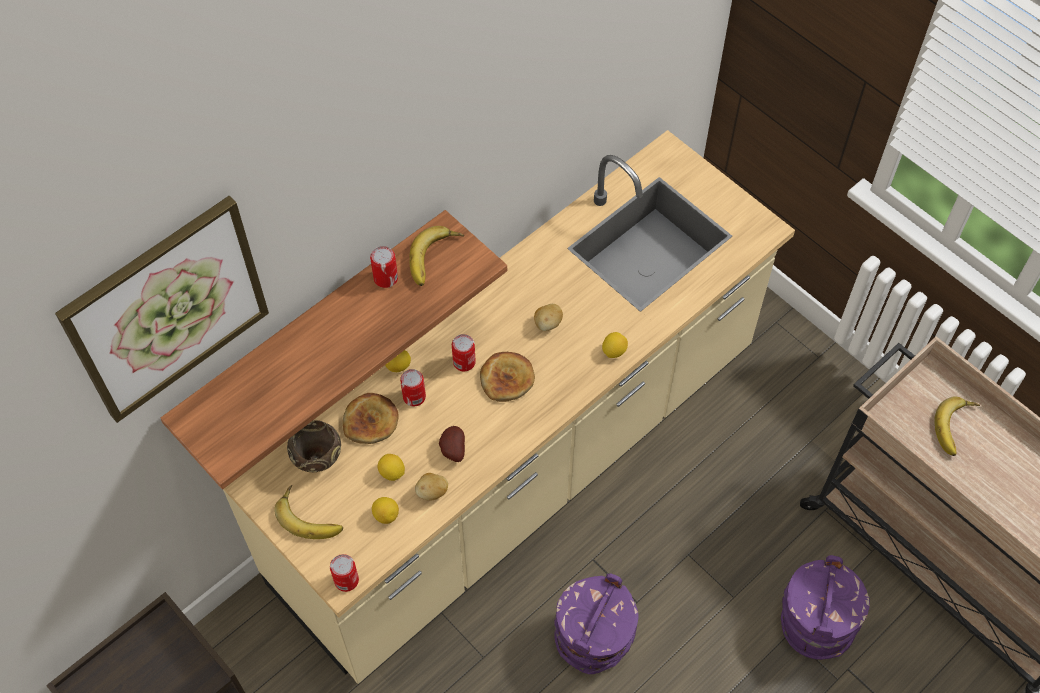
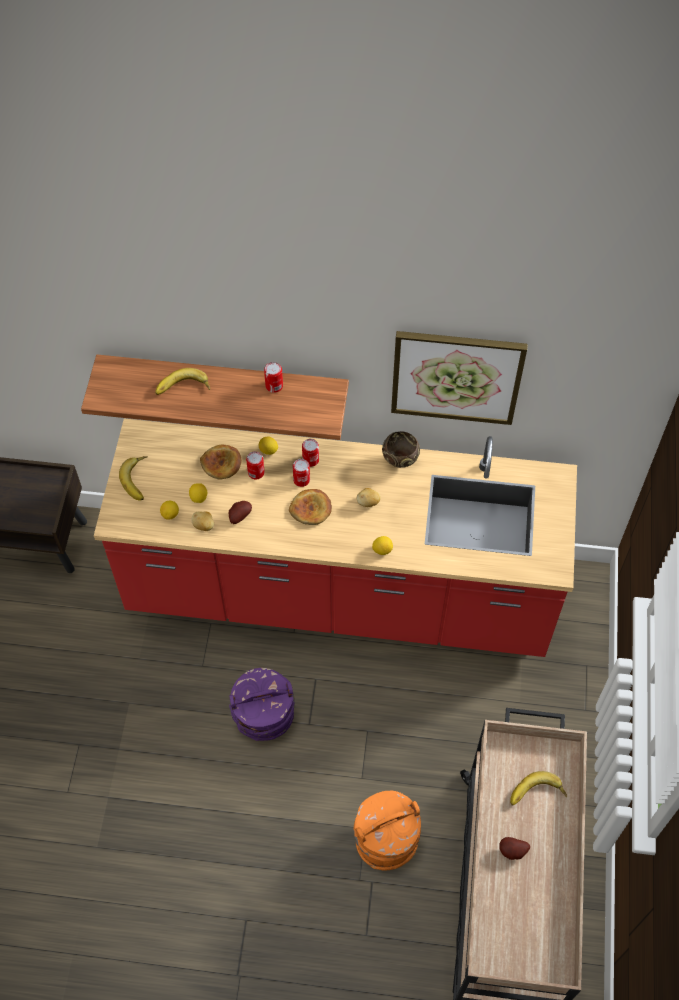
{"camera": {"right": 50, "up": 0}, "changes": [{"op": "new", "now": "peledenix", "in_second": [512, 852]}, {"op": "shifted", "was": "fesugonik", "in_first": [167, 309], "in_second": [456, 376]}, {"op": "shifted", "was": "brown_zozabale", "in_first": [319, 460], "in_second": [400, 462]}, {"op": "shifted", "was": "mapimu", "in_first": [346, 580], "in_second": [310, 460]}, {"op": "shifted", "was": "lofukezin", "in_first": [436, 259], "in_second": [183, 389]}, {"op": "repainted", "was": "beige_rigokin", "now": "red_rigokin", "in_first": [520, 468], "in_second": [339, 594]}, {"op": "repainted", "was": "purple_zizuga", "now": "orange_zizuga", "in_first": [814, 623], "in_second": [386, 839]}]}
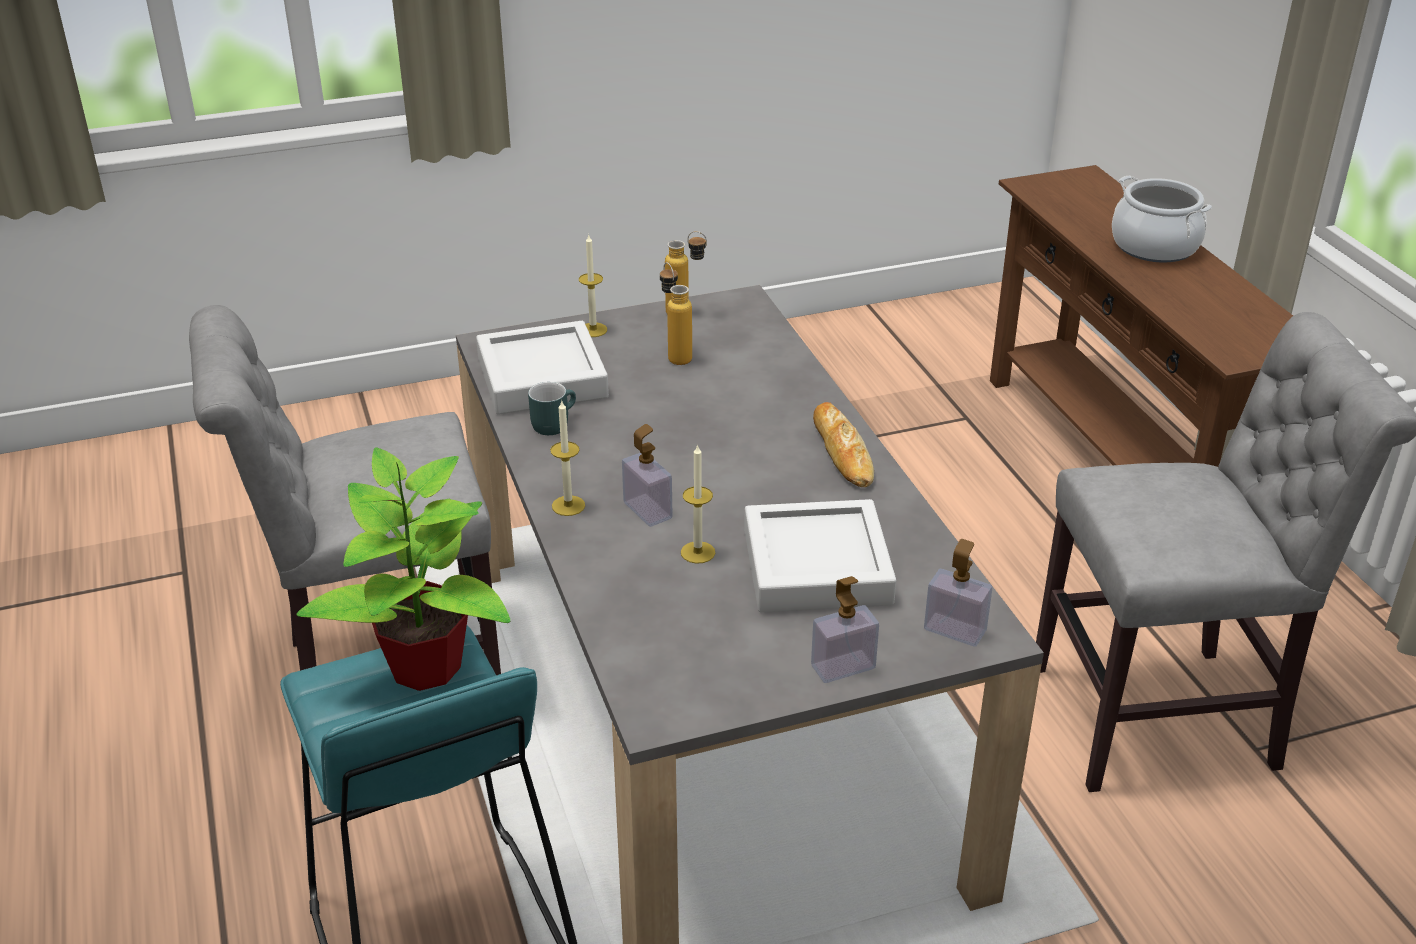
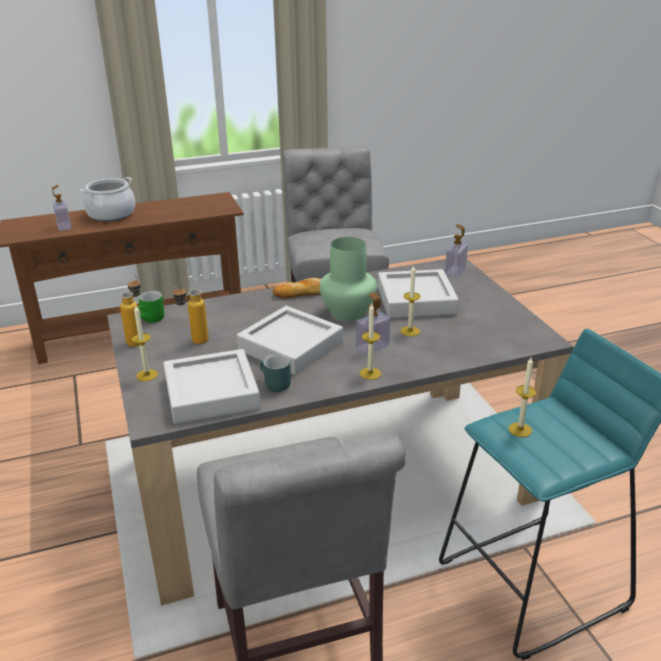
{"camera": {"right": -90, "up": -5}, "changes": [{"op": "new", "now": "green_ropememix", "in_second": [151, 320]}, {"op": "new", "now": "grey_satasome", "in_second": [290, 346]}, {"op": "new", "now": "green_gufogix", "in_second": [348, 313]}, {"op": "shifted", "was": "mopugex", "in_first": [843, 667], "in_second": [64, 226]}, {"op": "swapped", "was": "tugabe", "now": "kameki", "in_first": [425, 668], "in_second": [520, 429]}]}
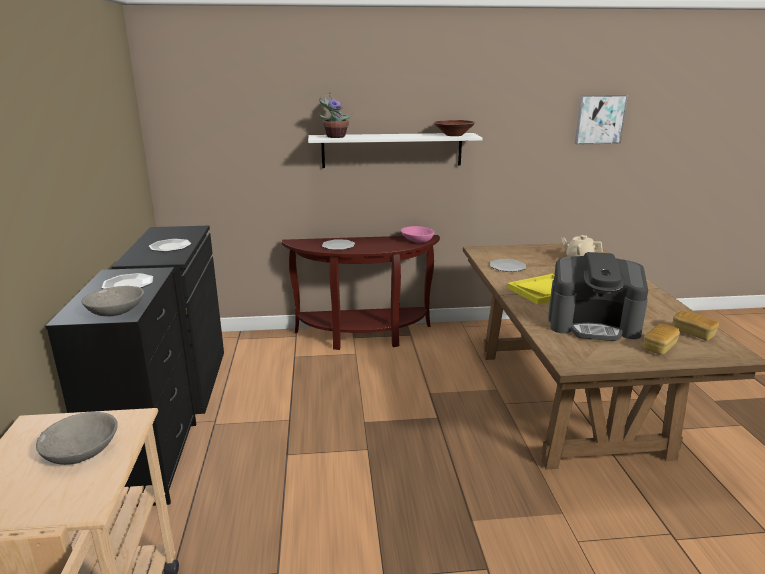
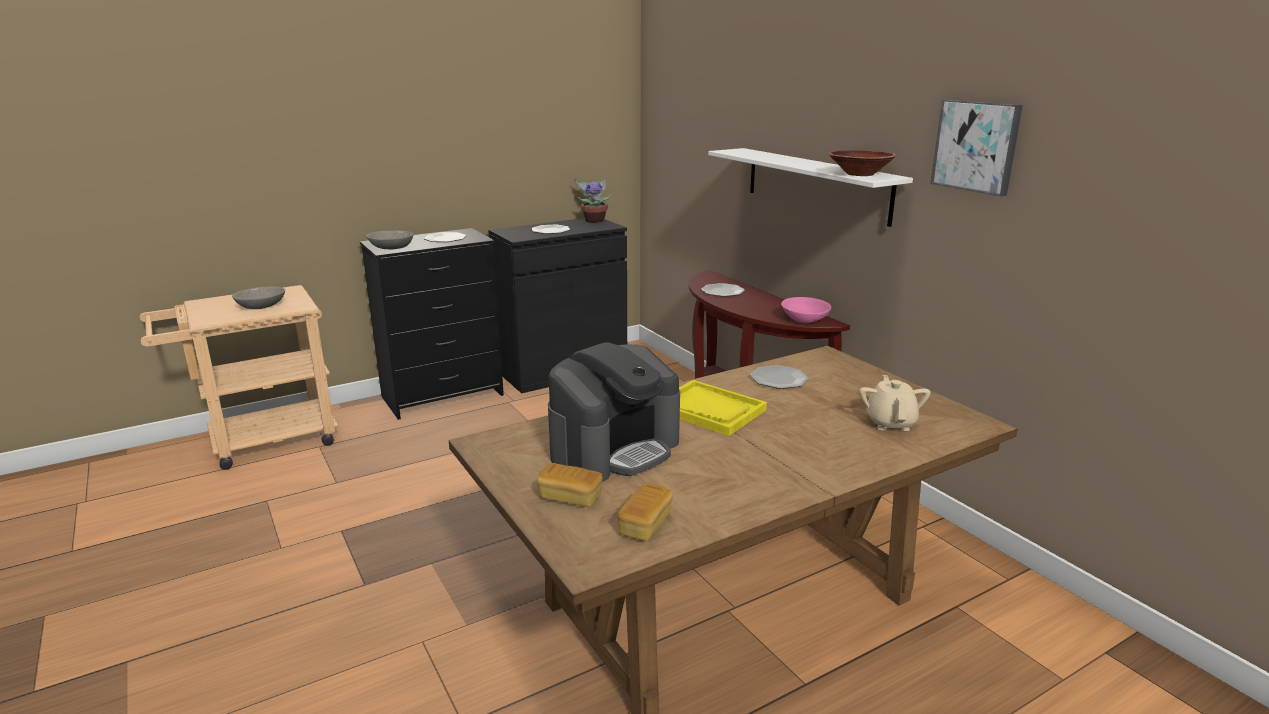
{"camera": {"right": 65, "up": 0}, "changes": [{"op": "shifted", "was": "tugabe", "in_first": [334, 137], "in_second": [594, 220]}, {"op": "shifted", "was": "fesugonik", "in_first": [599, 119], "in_second": [976, 146]}, {"op": "rotated", "was": "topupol", "in_first": [593, 324], "in_second": [615, 449], "clockwise": -120}]}
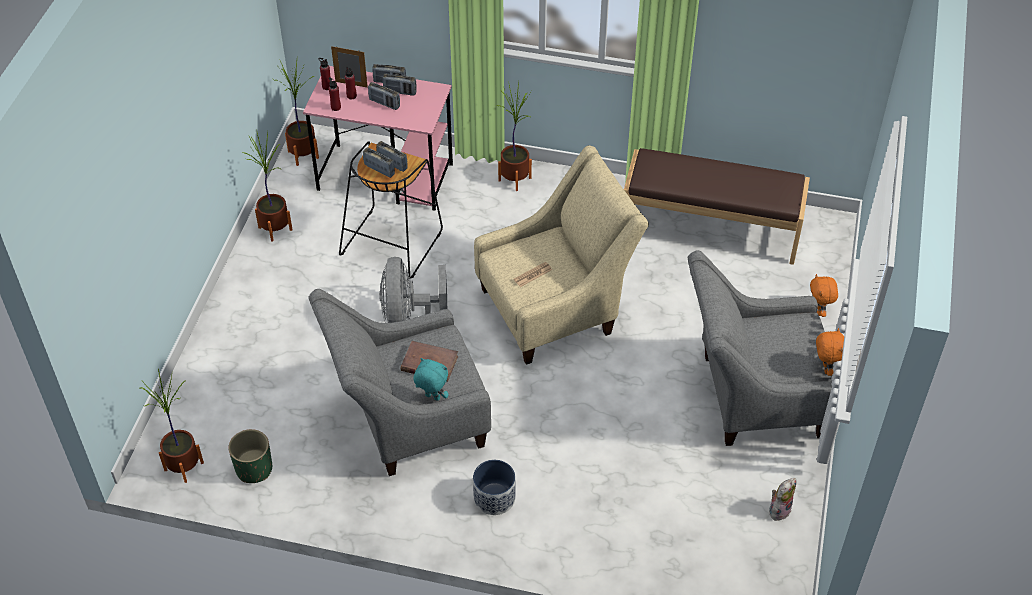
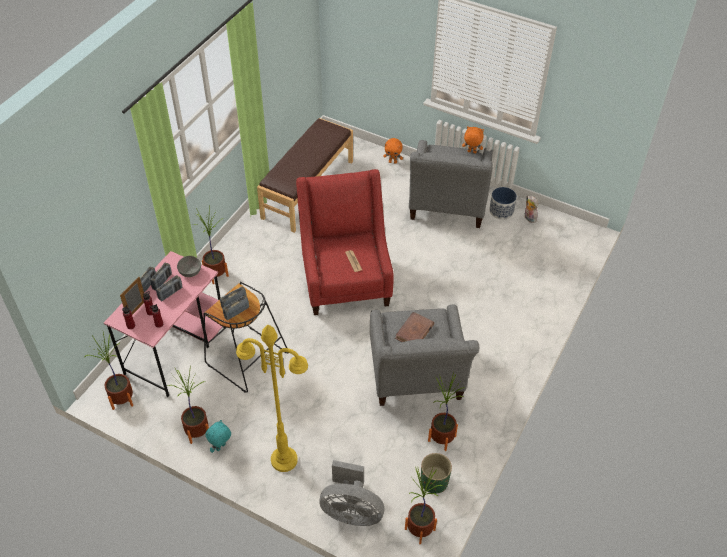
{"camera": {"right": -75, "up": 0}, "changes": [{"op": "new", "now": "grey_zozabale", "in_second": [190, 271]}, {"op": "new", "now": "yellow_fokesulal", "in_second": [283, 460]}, {"op": "new", "now": "tugabe", "in_second": [441, 438]}, {"op": "shifted", "was": "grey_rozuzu", "in_first": [408, 317], "in_second": [351, 511]}, {"op": "shifted", "was": "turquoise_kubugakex", "in_first": [432, 397], "in_second": [221, 447]}, {"op": "shifted", "was": "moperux", "in_first": [494, 498], "in_second": [501, 211]}, {"op": "repainted", "was": "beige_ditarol", "now": "red_ditarol", "in_first": [556, 308], "in_second": [345, 279]}]}
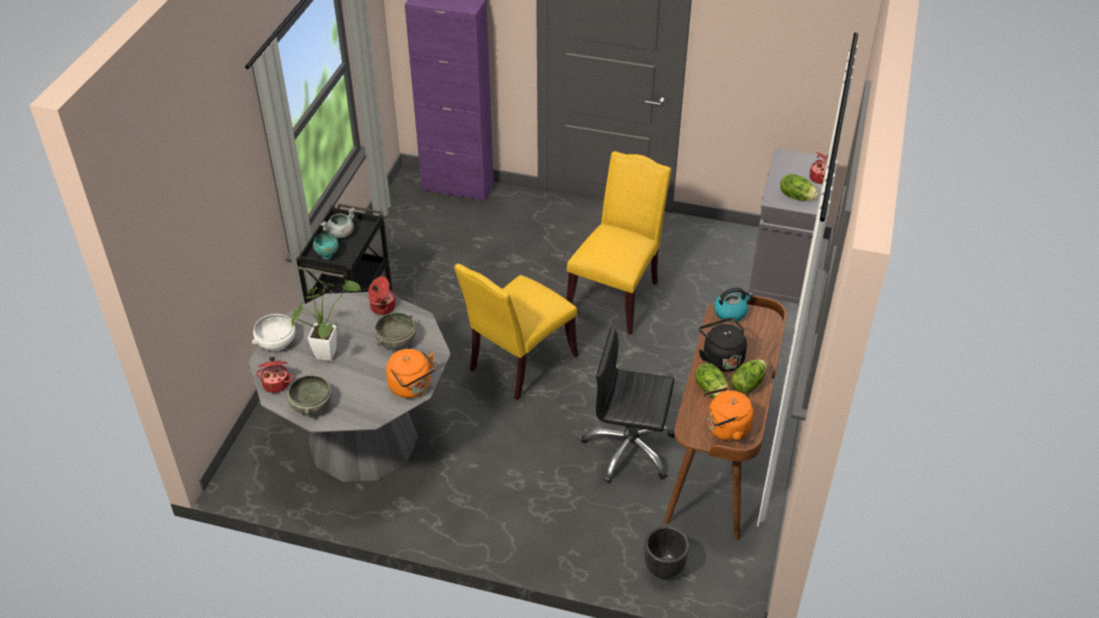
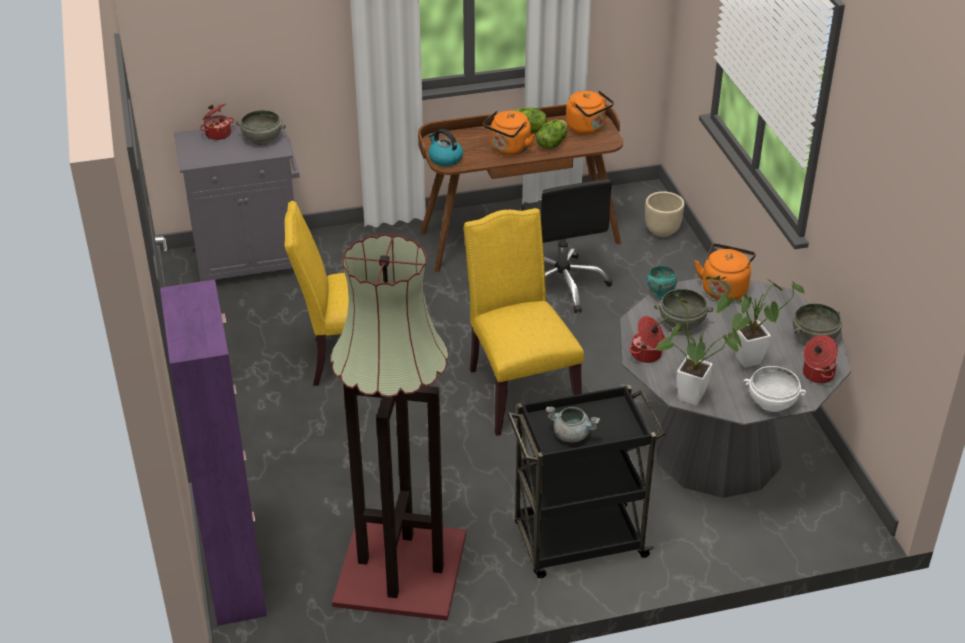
{"camera": {"right": -120, "up": -5}, "changes": [{"op": "new", "now": "fokesulal", "in_second": [398, 570]}, {"op": "new", "now": "tugabe", "in_second": [685, 395]}, {"op": "shifted", "was": "turquoise_zozabale", "in_first": [328, 256], "in_second": [660, 294]}, {"op": "swapped", "was": "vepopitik", "now": "grey_zozabale", "in_first": [796, 196], "in_second": [262, 139]}, {"op": "repainted", "was": "black_moperux", "now": "beige_moperux", "in_first": [664, 567], "in_second": [661, 231]}, {"op": "repainted", "was": "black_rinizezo", "now": "orange_rinizezo", "in_first": [721, 358], "in_second": [509, 149]}, {"op": "rotated", "was": "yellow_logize", "in_first": [518, 364], "in_second": [519, 389], "clockwise": -120}]}
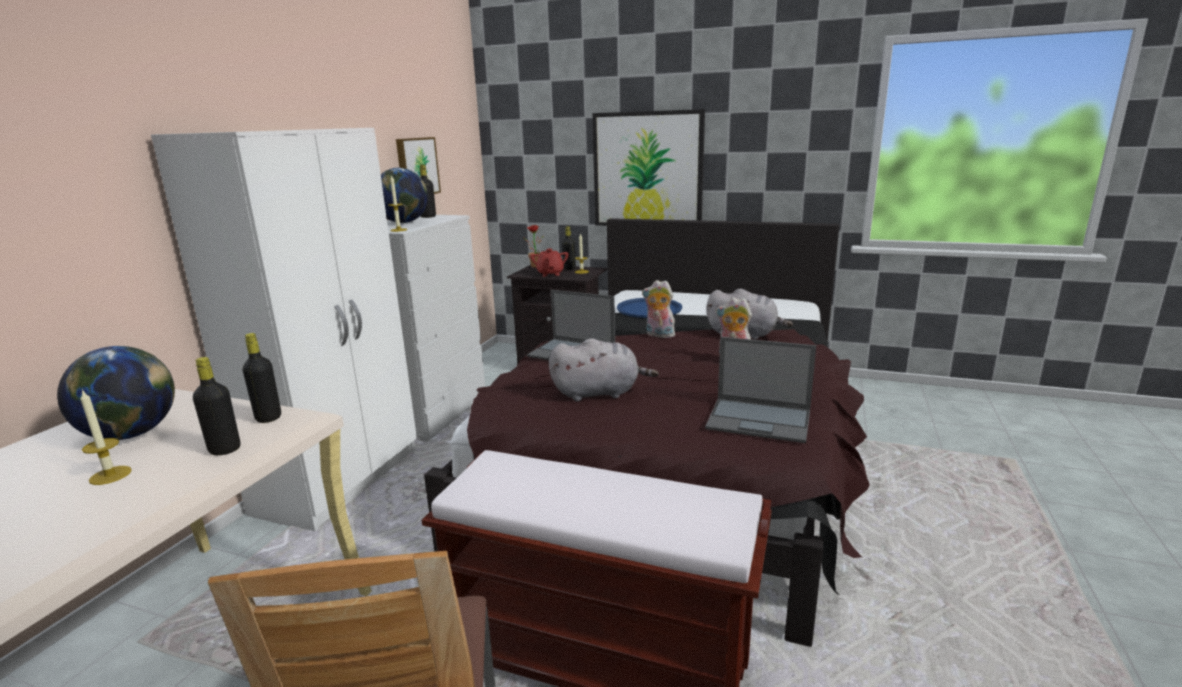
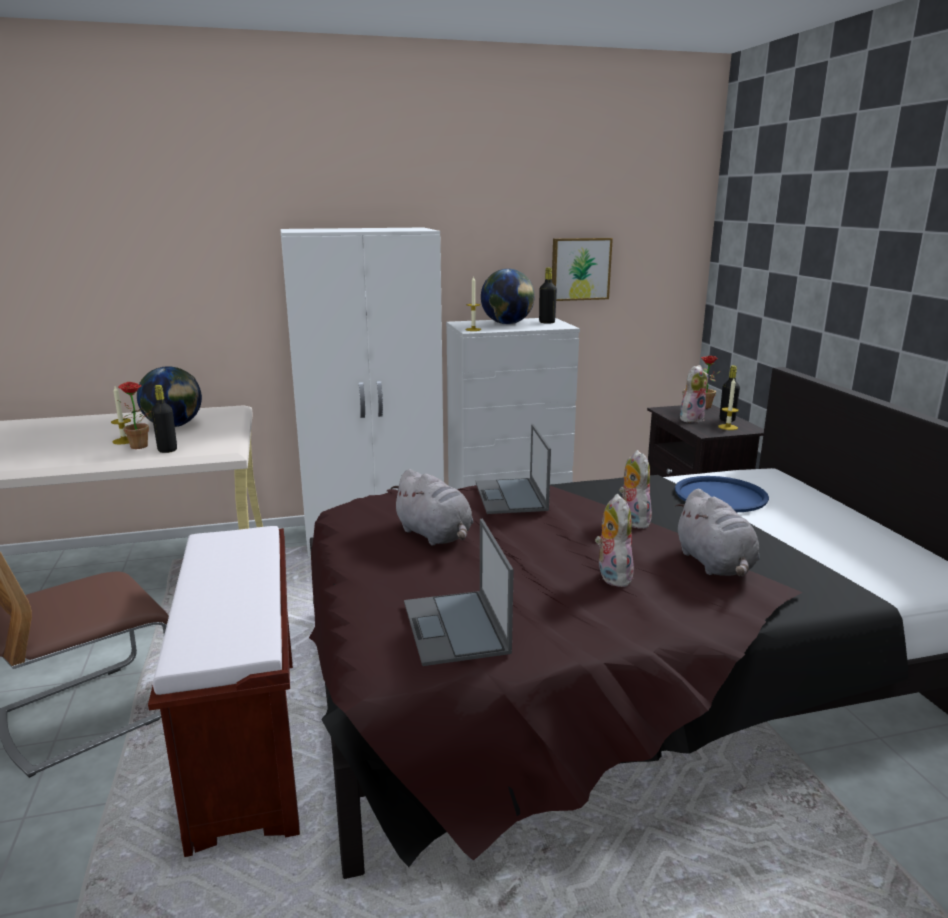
{"camera": {"right": 55, "up": 0}, "changes": [{"op": "gone", "was": "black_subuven", "in_first": [268, 418]}, {"op": "gone", "was": "fesugonik", "in_first": [647, 170]}, {"op": "new", "now": "tugabe", "in_second": [140, 447]}, {"op": "swapped", "was": "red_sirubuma", "now": "kubugakex", "in_first": [550, 274], "in_second": [691, 418]}]}
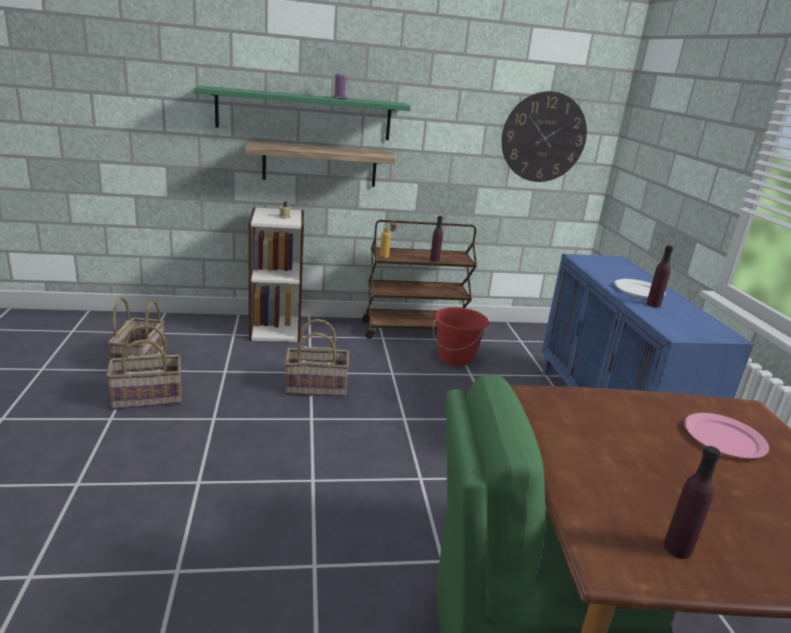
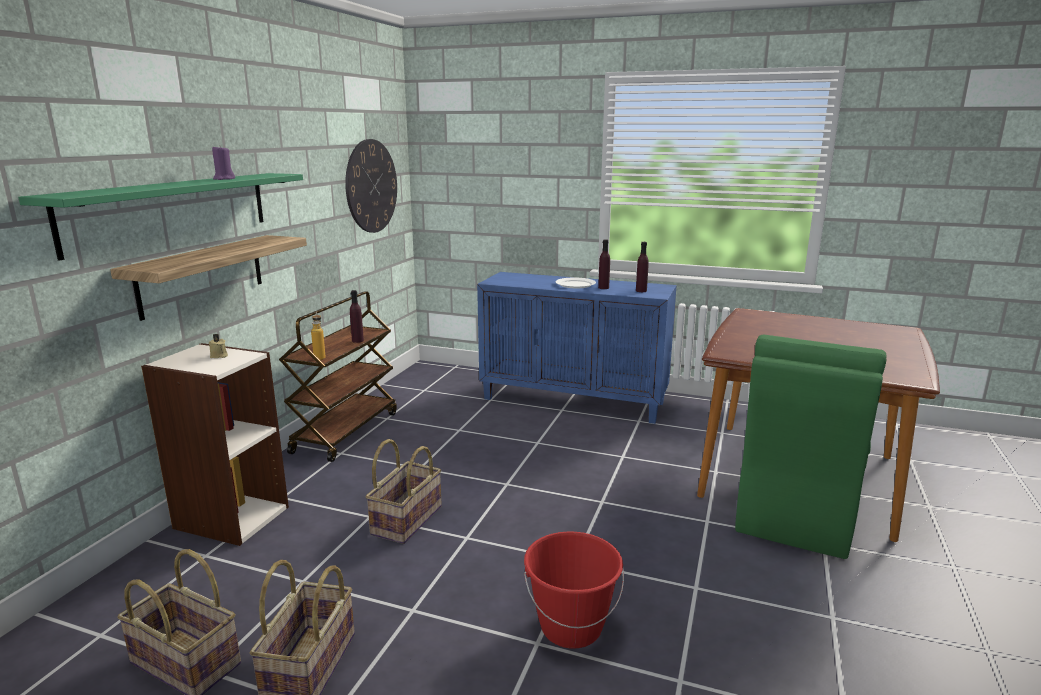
{"camera": {"right": -60, "up": -5}, "changes": [{"op": "gone", "was": "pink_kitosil", "in_first": [723, 438]}, {"op": "shifted", "was": "red_zizuga", "in_first": [455, 358], "in_second": [571, 627]}, {"op": "shifted", "was": "purple_subuven", "in_first": [677, 548], "in_second": [641, 291]}]}
